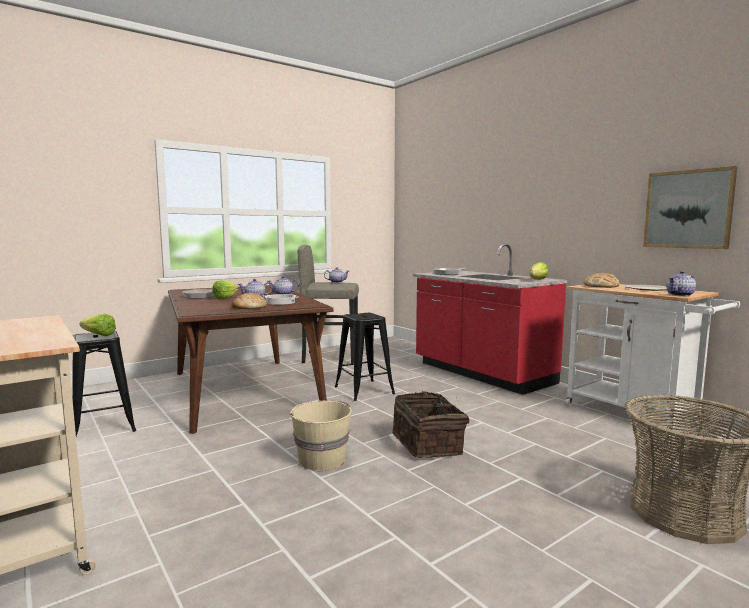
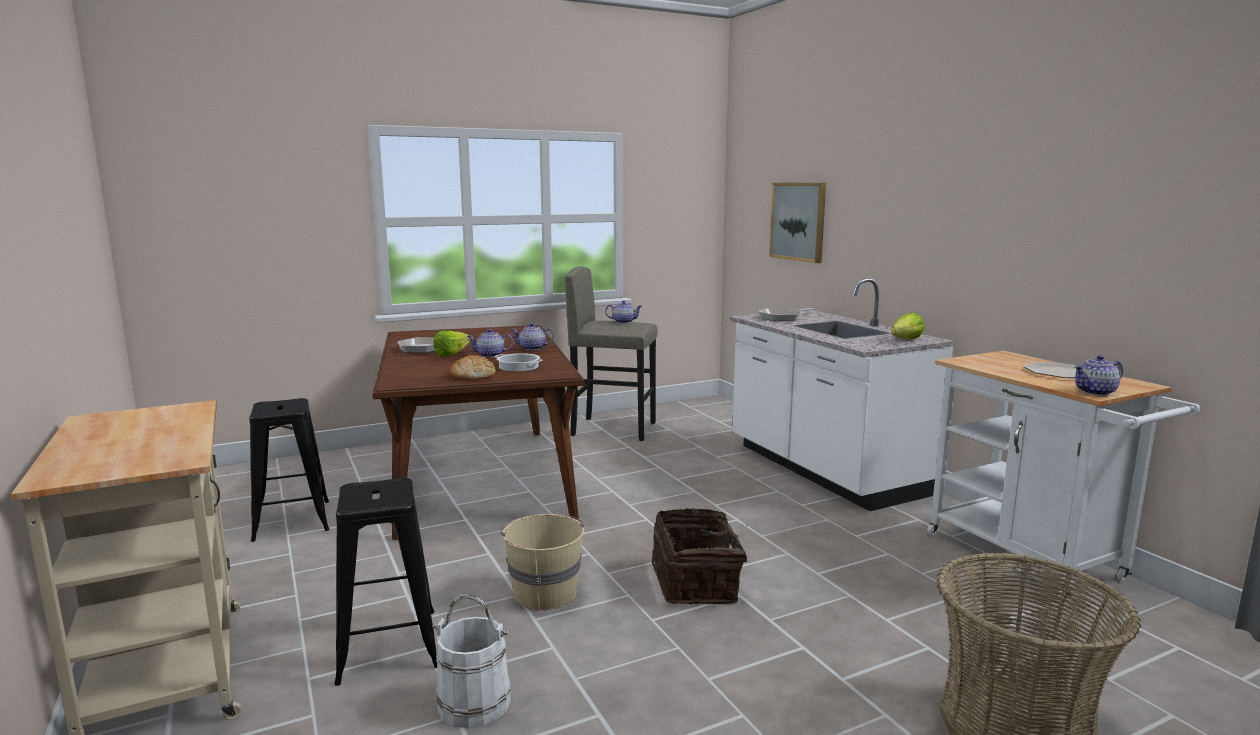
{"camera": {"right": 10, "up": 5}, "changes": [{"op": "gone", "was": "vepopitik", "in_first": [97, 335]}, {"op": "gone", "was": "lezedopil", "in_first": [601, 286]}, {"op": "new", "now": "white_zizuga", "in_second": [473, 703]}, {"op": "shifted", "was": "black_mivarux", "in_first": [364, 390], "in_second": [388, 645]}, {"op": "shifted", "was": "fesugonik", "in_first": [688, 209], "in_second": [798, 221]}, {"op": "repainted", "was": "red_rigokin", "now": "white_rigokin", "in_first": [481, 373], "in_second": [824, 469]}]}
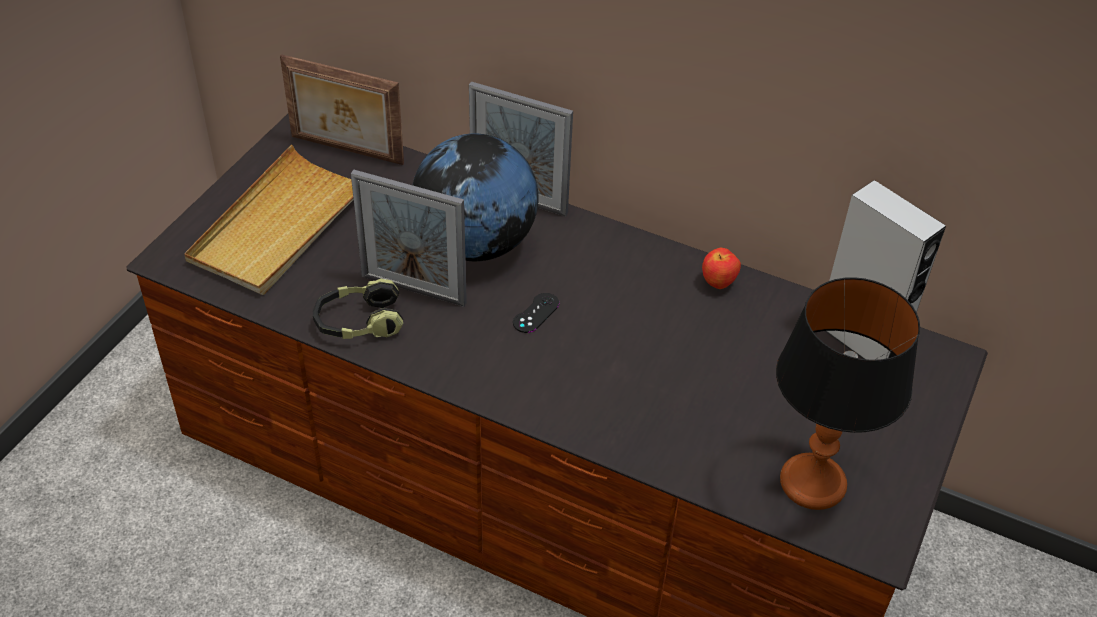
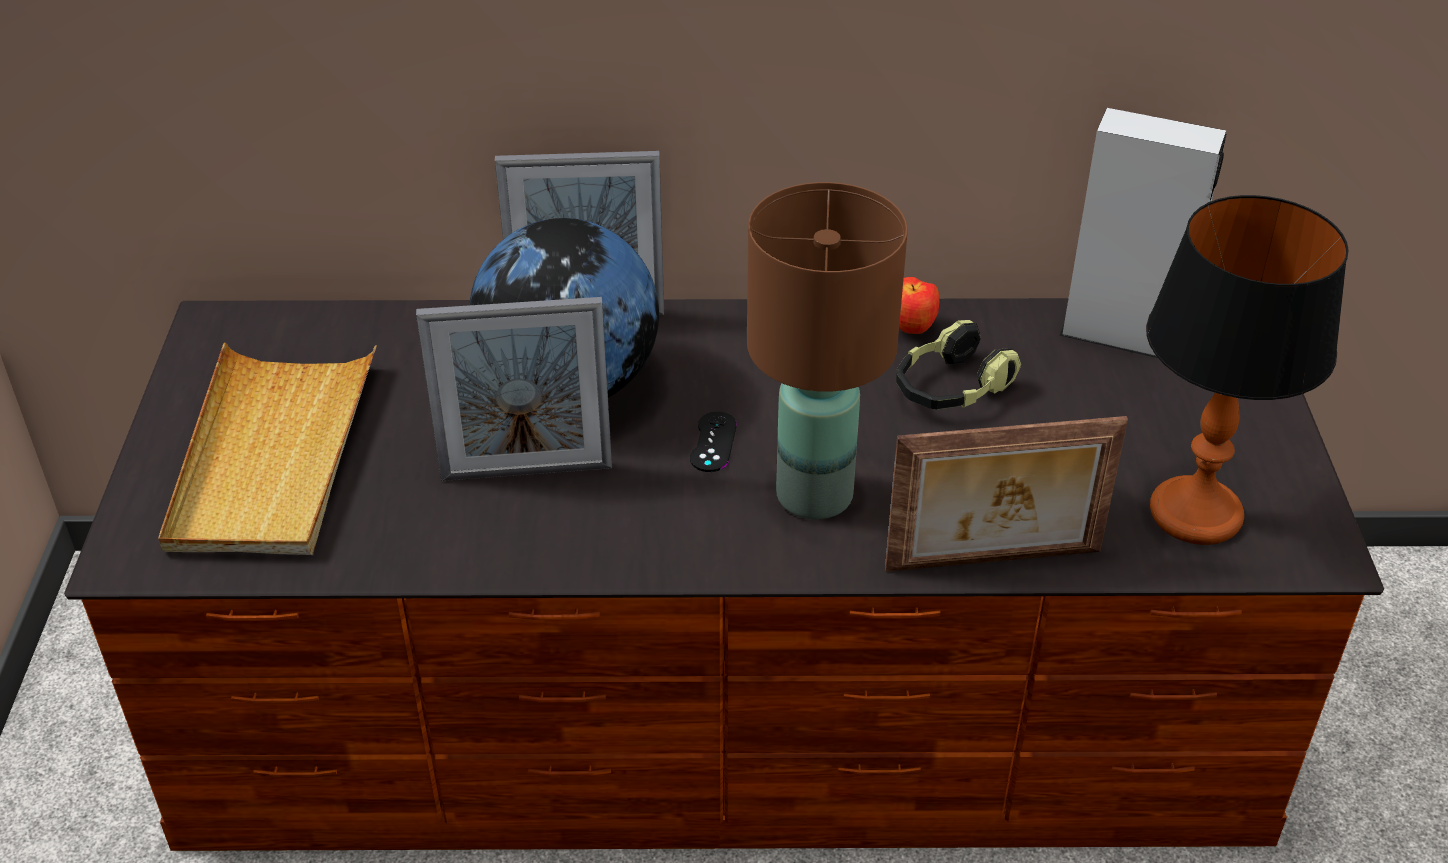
{"camera": {"right": -25, "up": -5}, "changes": [{"op": "new", "now": "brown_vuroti", "in_second": [812, 493]}, {"op": "shifted", "was": "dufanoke", "in_first": [346, 151], "in_second": [994, 562]}, {"op": "shifted", "was": "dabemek", "in_first": [358, 323], "in_second": [951, 389]}]}
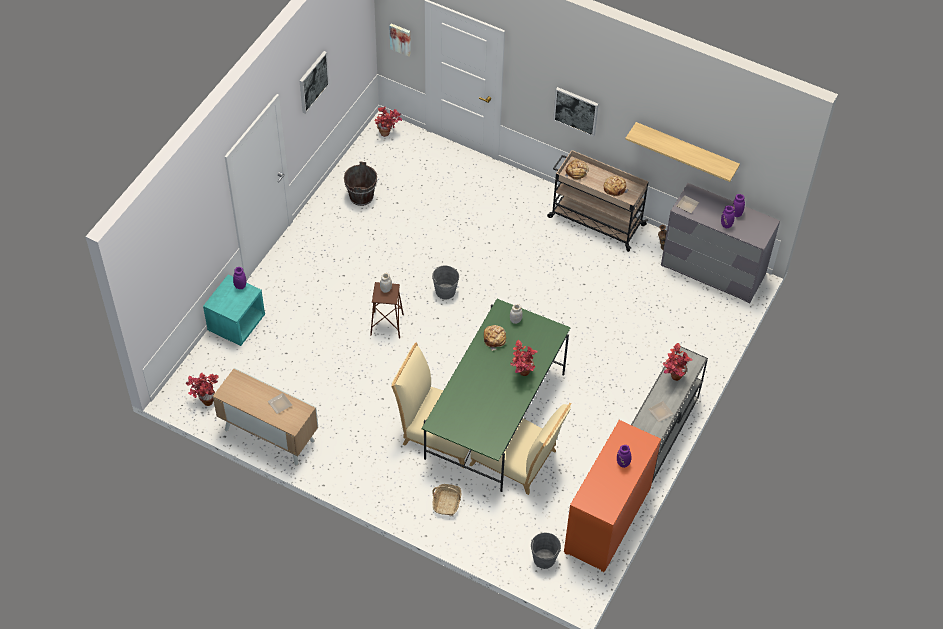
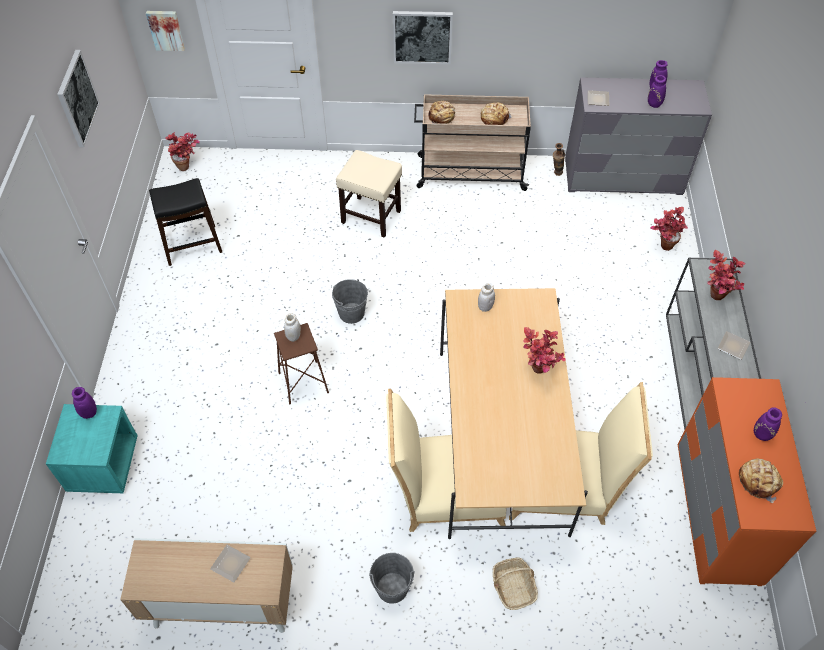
{"camera": {"right": -25, "up": 0}, "changes": [{"op": "gone", "was": "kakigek", "in_first": [686, 149]}, {"op": "new", "now": "beige_mivarux", "in_second": [372, 217]}, {"op": "shifted", "was": "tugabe", "in_first": [204, 400], "in_second": [661, 246]}, {"op": "shifted", "was": "lezedopil", "in_first": [495, 339], "in_second": [759, 481]}, {"op": "shifted", "was": "grey_zizuga", "in_first": [544, 559], "in_second": [392, 588]}, {"op": "swapped", "was": "brown_zizuga", "now": "black_mivarux", "in_first": [361, 197], "in_second": [192, 245]}, {"op": "repainted", "was": "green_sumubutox", "now": "beige_sumubutox", "in_first": [495, 415], "in_second": [501, 439]}]}
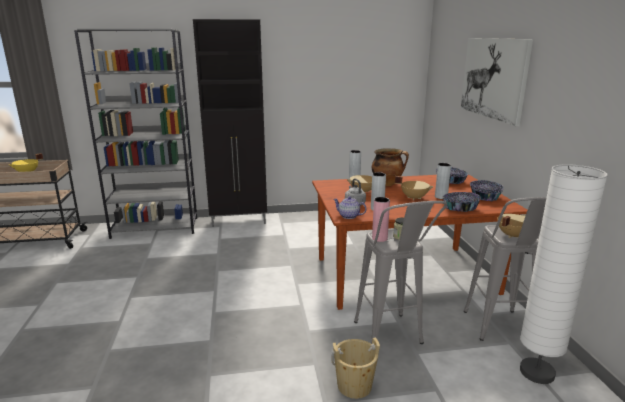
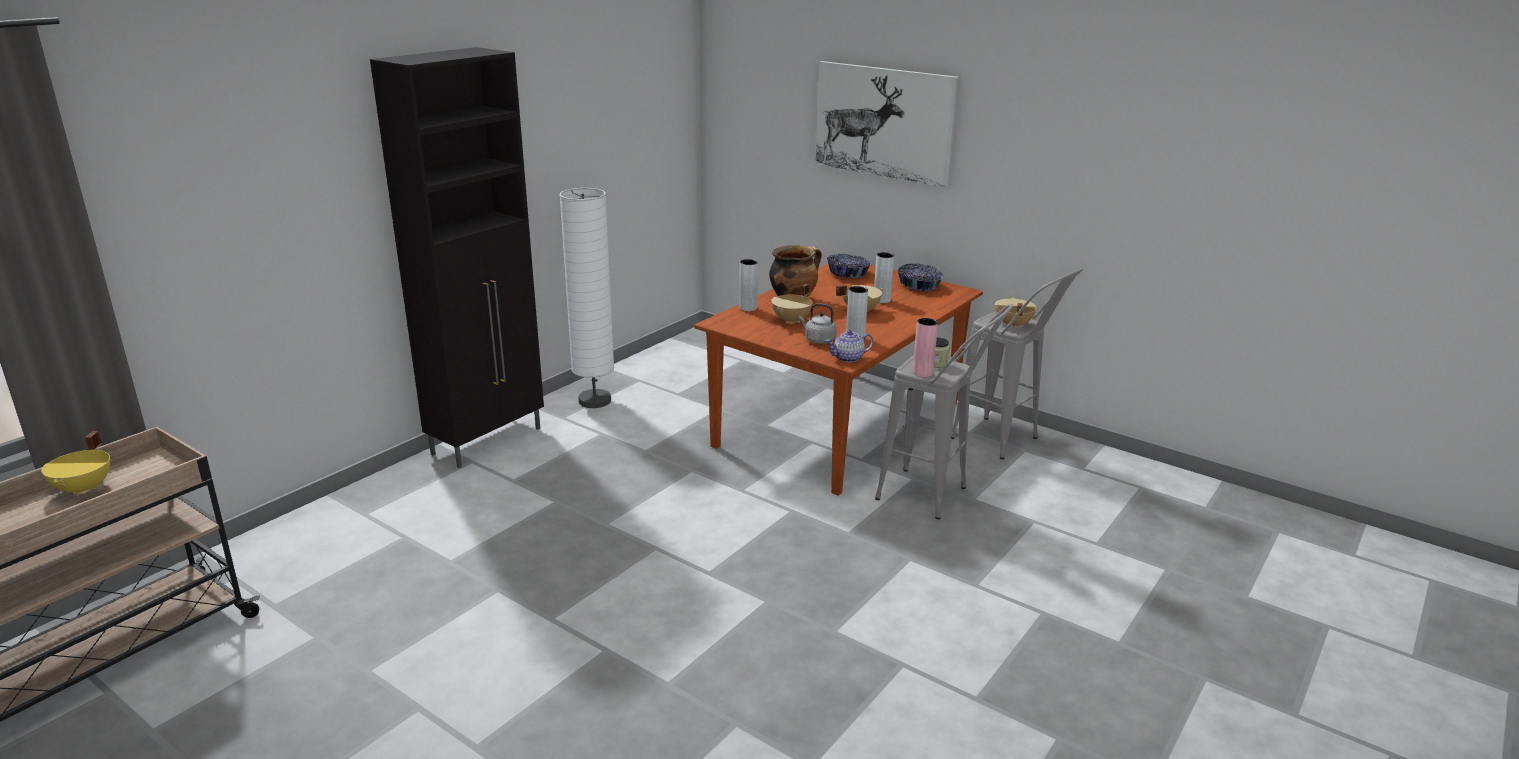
{"camera": {"right": -45, "up": 5}, "changes": [{"op": "gone", "was": "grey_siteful", "in_first": [156, 228]}, {"op": "gone", "was": "beige_zizuga", "in_first": [354, 386]}, {"op": "gone", "was": "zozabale", "in_first": [460, 208]}, {"op": "shifted", "was": "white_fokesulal", "in_first": [537, 372], "in_second": [595, 401]}]}
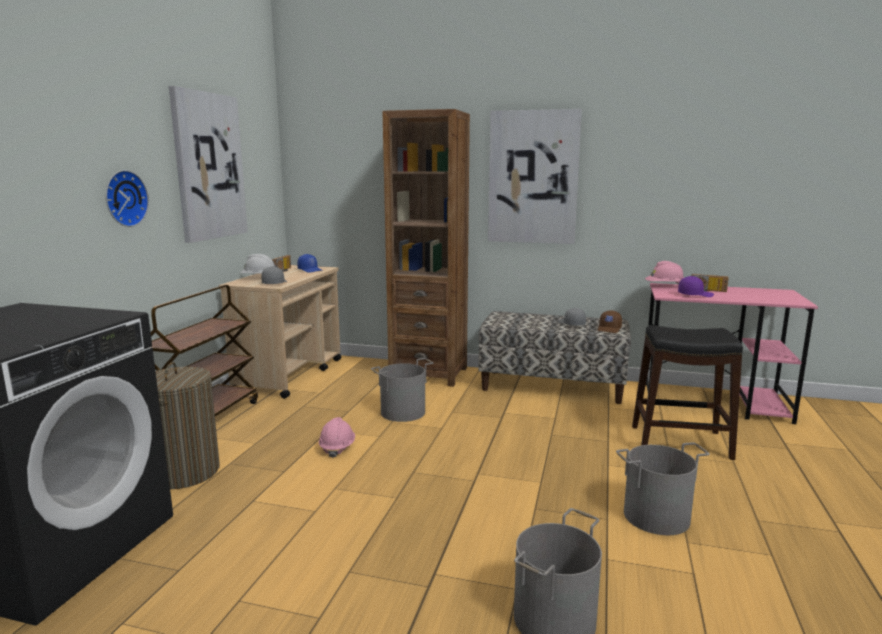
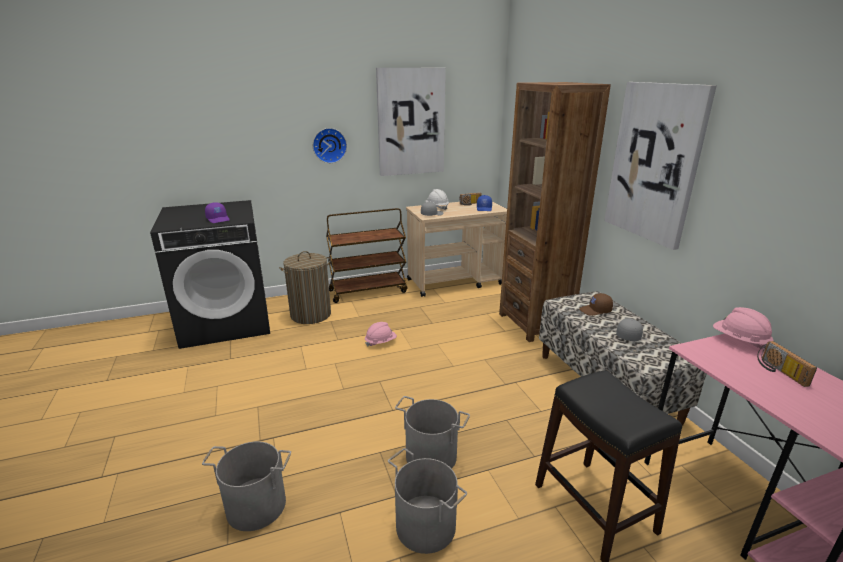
{"camera": {"right": 55, "up": 10}, "changes": [{"op": "shifted", "was": "grey_zizuga", "in_first": [403, 412], "in_second": [431, 456]}, {"op": "shifted", "was": "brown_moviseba", "in_first": [609, 329], "in_second": [595, 310]}, {"op": "shifted", "was": "purple_moviseba", "in_first": [695, 295], "in_second": [218, 219]}]}
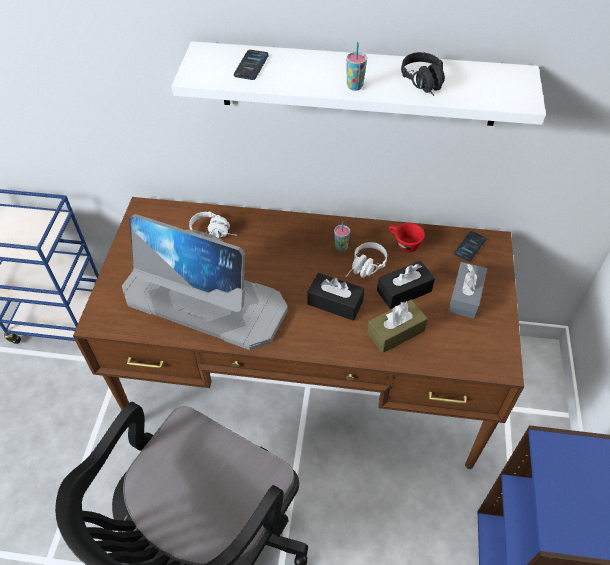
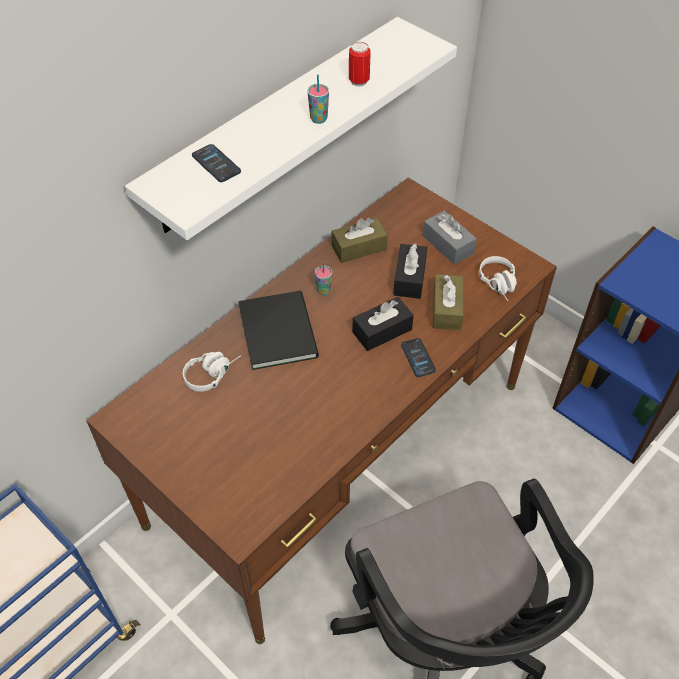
{"camera": {"right": -55, "up": 0}, "changes": [{"op": "gone", "was": "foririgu", "in_first": [205, 301]}, {"op": "new", "now": "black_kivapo", "in_second": [279, 329]}, {"op": "shifted", "was": "white_dabemek", "in_first": [365, 268], "in_second": [500, 285]}, {"op": "shifted", "was": "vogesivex", "in_first": [470, 247], "in_second": [418, 358]}, {"op": "swapped", "was": "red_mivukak", "now": "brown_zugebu", "in_first": [403, 244], "in_second": [359, 247]}, {"op": "swapped", "was": "black_dabemek", "now": "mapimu", "in_first": [425, 84], "in_second": [359, 81]}]}
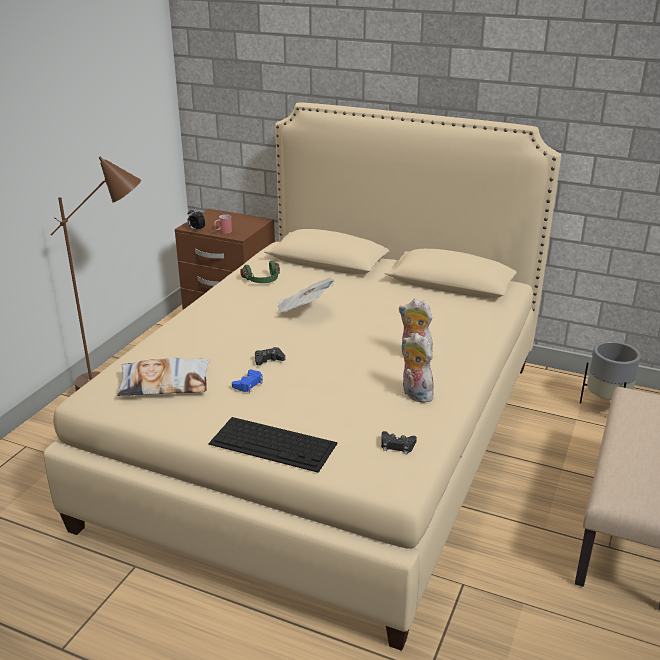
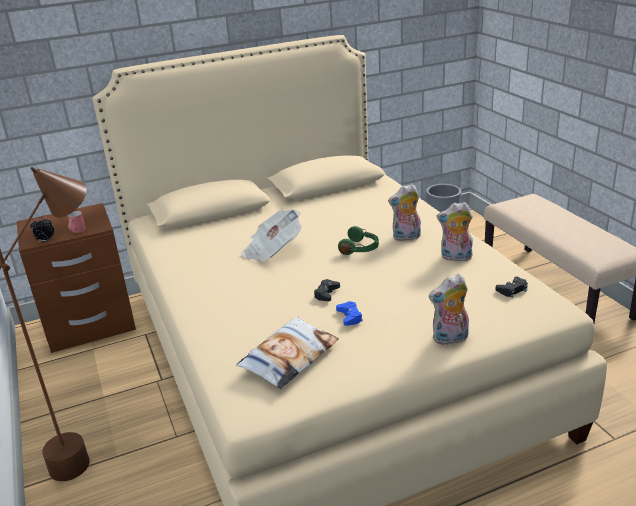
{"camera": {"right": -45, "up": 0}, "changes": [{"op": "shifted", "was": "green_dabemek", "in_first": [262, 280], "in_second": [360, 249]}, {"op": "swapped", "was": "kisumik", "now": "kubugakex", "in_first": [274, 443], "in_second": [450, 339]}]}
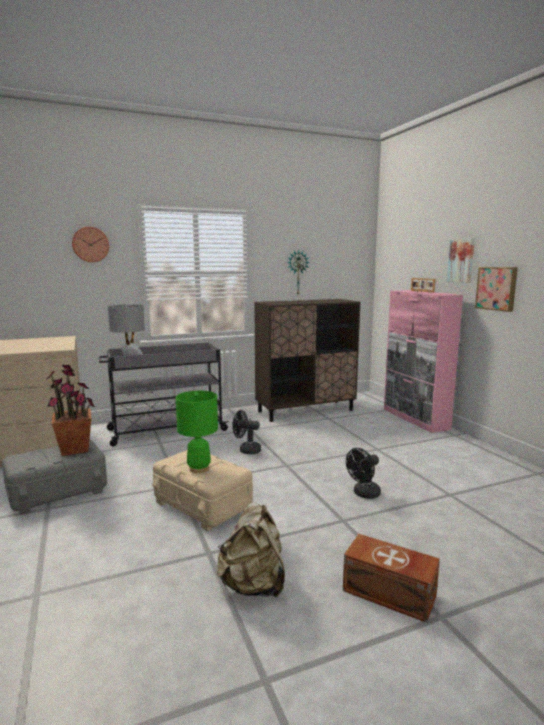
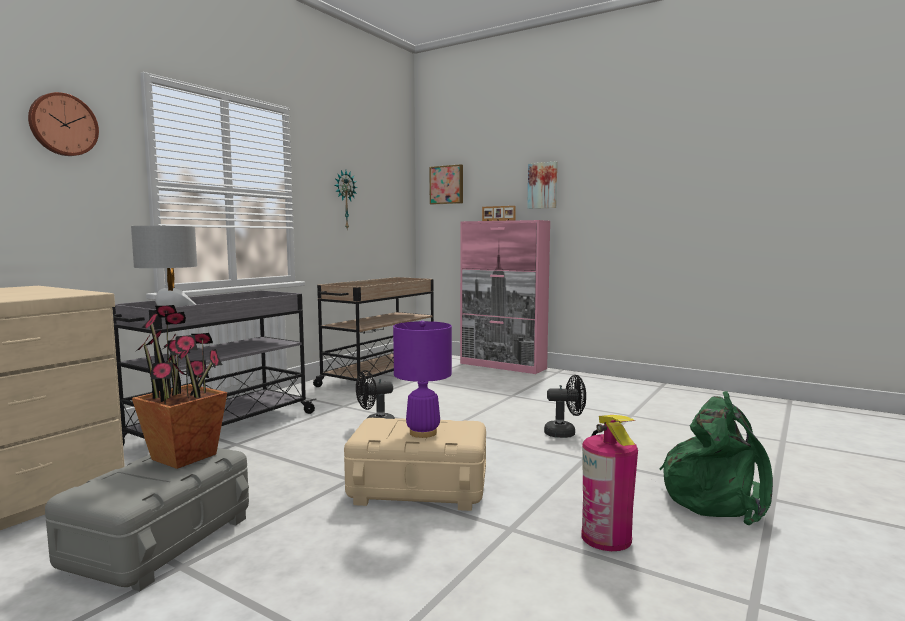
{"camera": {"right": -35, "up": -5}, "changes": [{"op": "shifted", "was": "fesugonik", "in_first": [497, 288], "in_second": [447, 185]}, {"op": "swapped", "was": "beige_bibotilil", "now": "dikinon", "in_first": [253, 585], "in_second": [606, 537]}, {"op": "swapped", "was": "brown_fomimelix", "now": "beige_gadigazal", "in_first": [306, 411], "in_second": [379, 377]}, {"op": "swapped", "was": "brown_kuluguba", "now": "green_bibotilil", "in_first": [390, 594], "in_second": [717, 498]}, {"op": "repainted", "was": "green_vuroti", "now": "purple_vuroti", "in_first": [198, 468], "in_second": [423, 433]}, {"op": "rotated", "was": "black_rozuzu", "in_first": [364, 494], "in_second": [565, 433], "clockwise": -105}]}
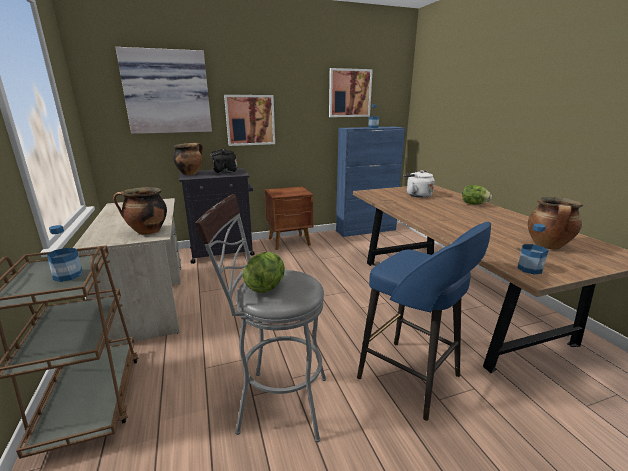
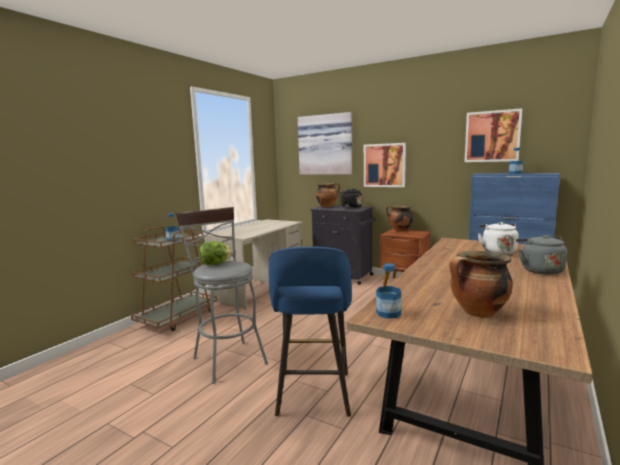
{"camera": {"right": 50, "up": -10}, "changes": [{"op": "shifted", "was": "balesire", "in_first": [147, 232], "in_second": [399, 230]}, {"op": "swapped", "was": "vepopitik", "now": "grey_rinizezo", "in_first": [474, 204], "in_second": [539, 270]}]}
